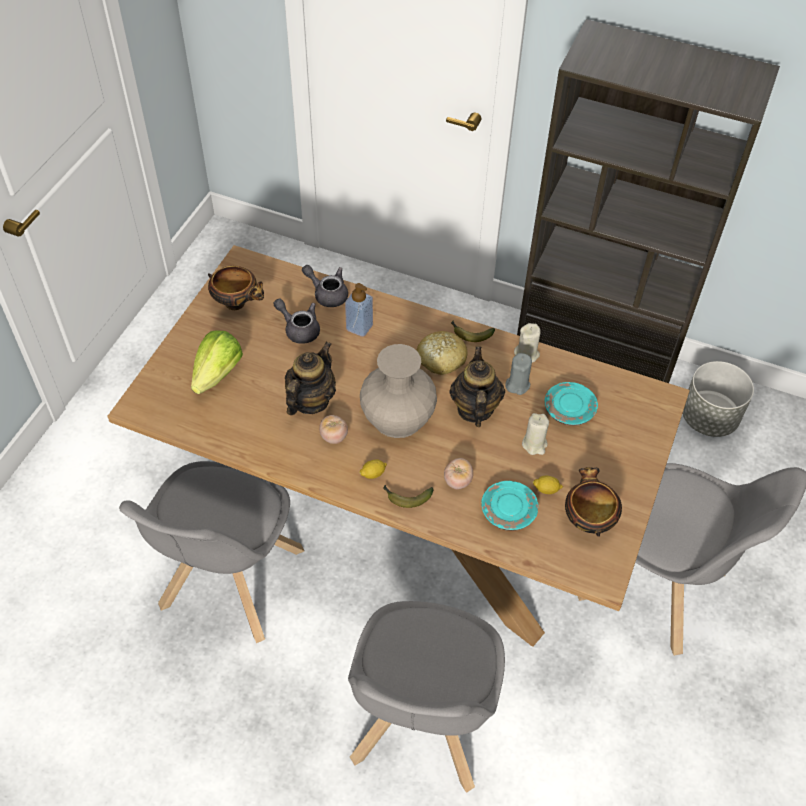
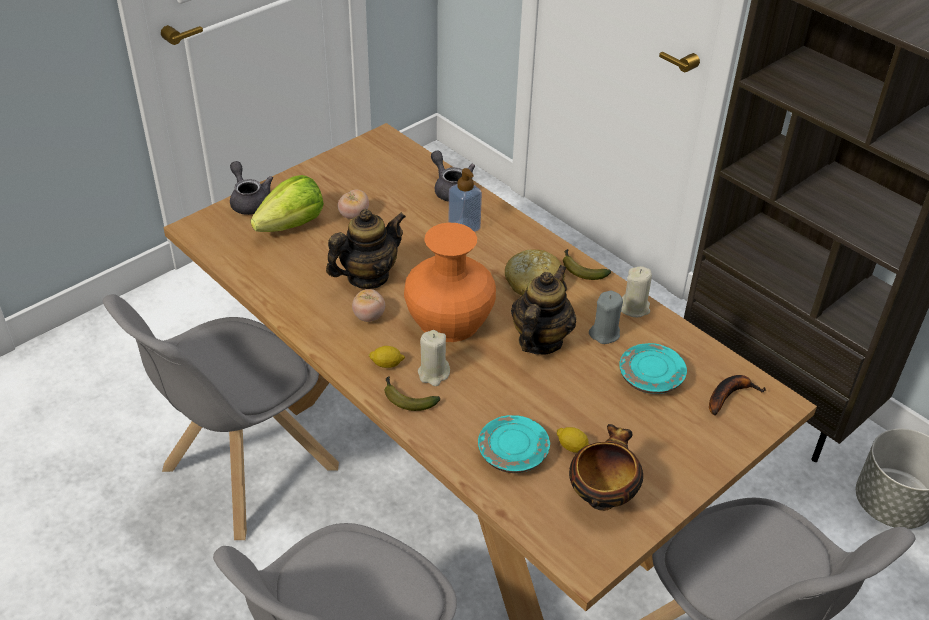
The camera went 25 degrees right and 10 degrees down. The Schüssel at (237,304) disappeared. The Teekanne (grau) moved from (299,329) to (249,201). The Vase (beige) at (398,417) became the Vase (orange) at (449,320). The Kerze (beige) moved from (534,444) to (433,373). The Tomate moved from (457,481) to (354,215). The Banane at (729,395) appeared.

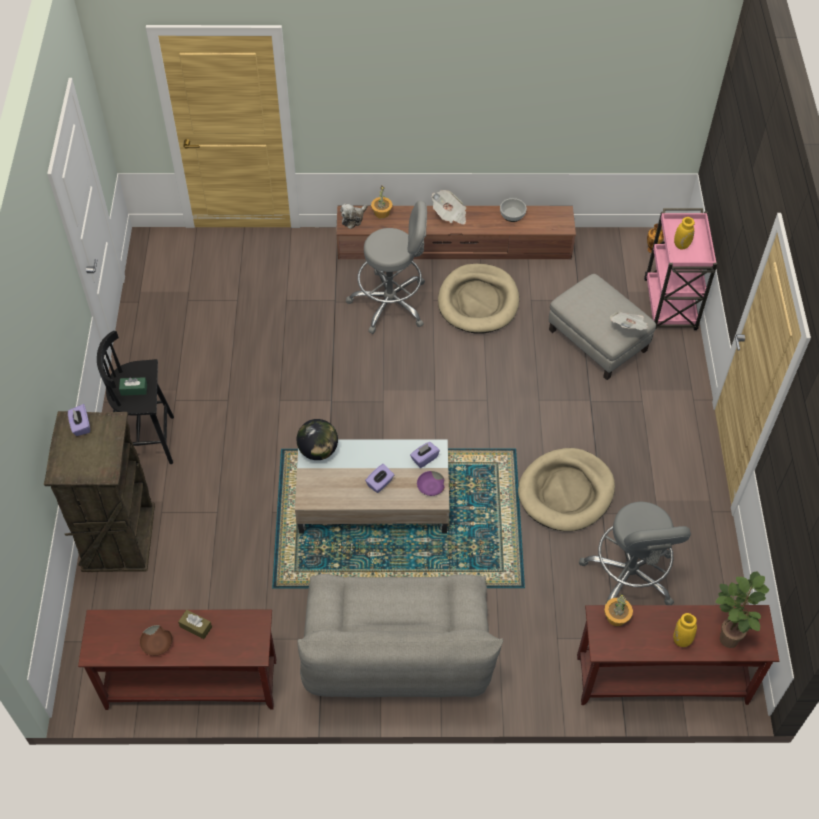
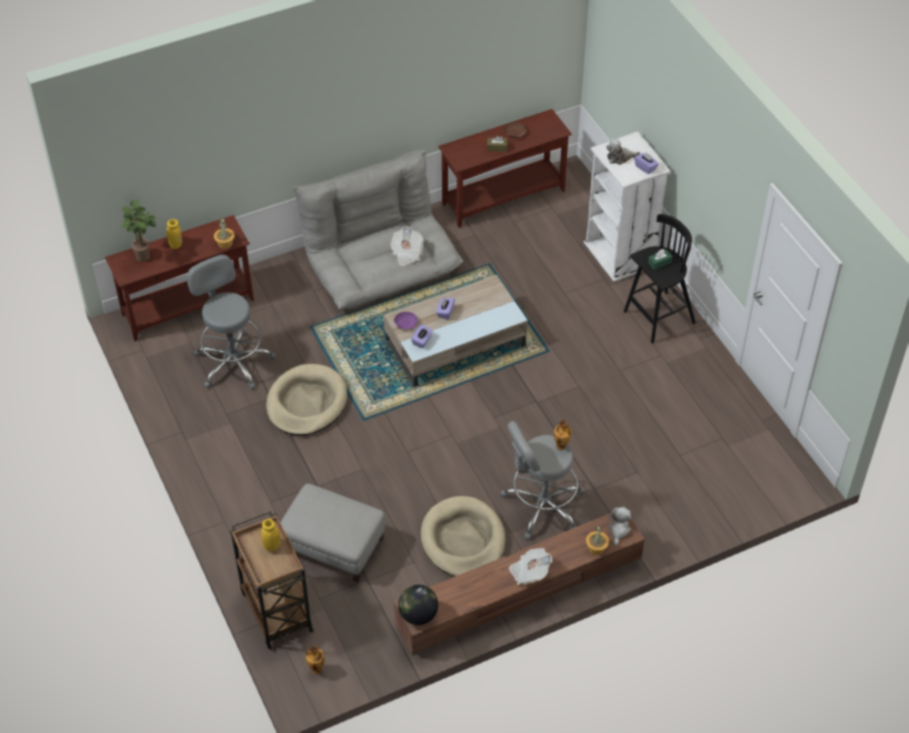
The camera went 155 degrees right and 5 degrees down. The Schüssel at (512,214) disappeared. The Rollwagen (rosa) at (670,306) became the Rollwagen (braun) at (276,609). The Zeitung moved from (628,327) to (406,253). The Bücherregal (braun) at (119,536) became the Bücherregal (weiß) at (620,254). The Globus moved from (318,451) to (418,615). The Plüschtier at (620,157) appeared. The Vase at (561,447) appeared.

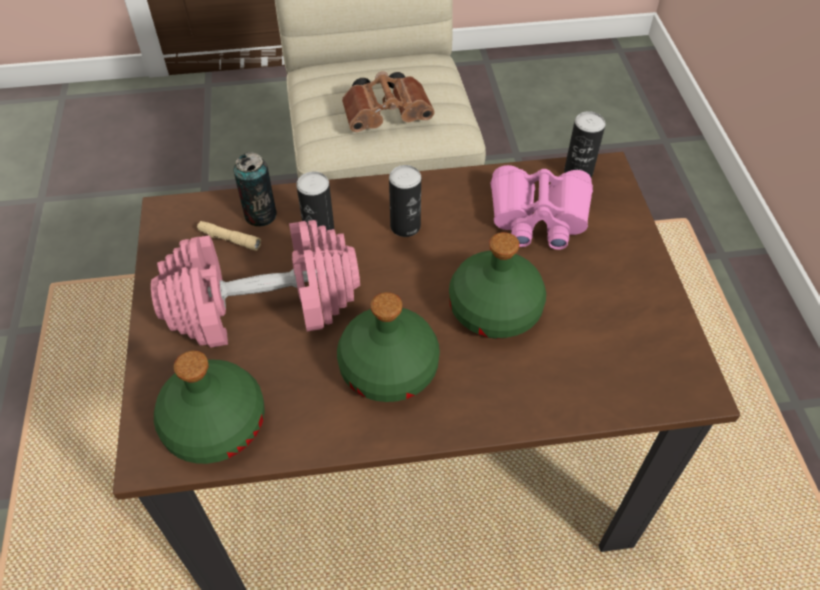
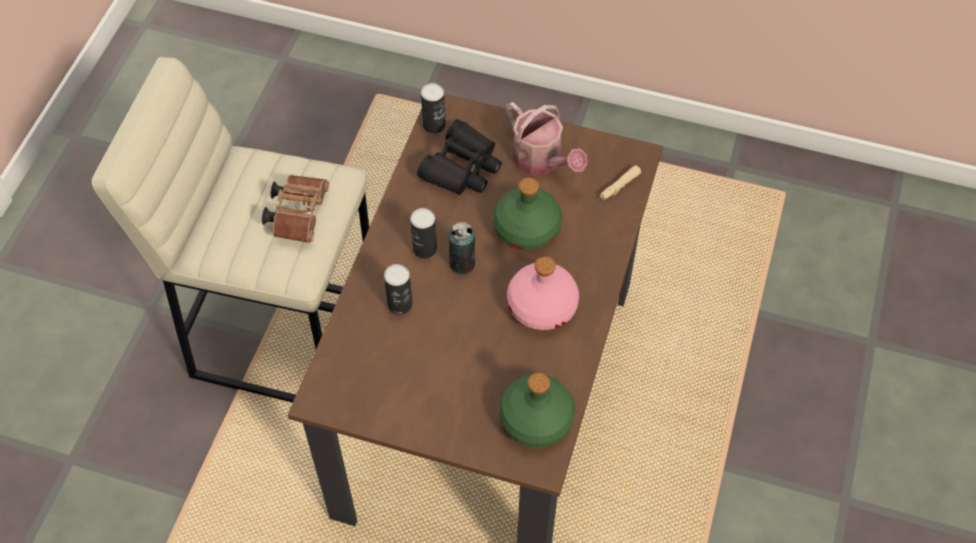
The camera went 65 degrees left and 5 degrees up. The Dose moved from (260,215) to (462,263). The Fernglas (rosa) at (538,216) became the Fernglas (schwarz) at (462,168). The Hantel (rosa) at (263,306) disappeared. The Taschenlampe (beige) moved from (229,239) to (620,186). The Flasche (grün) at (389,368) became the Flasche (rosa) at (543,305). The Gießkanne at (542,161) appeared.

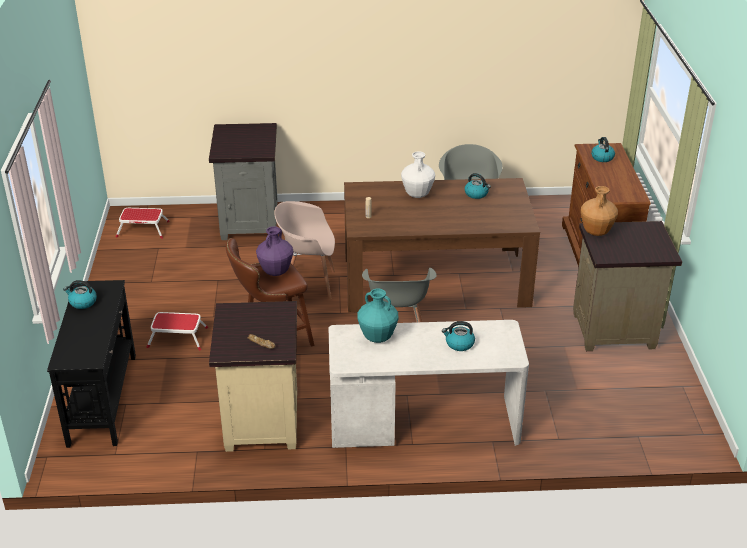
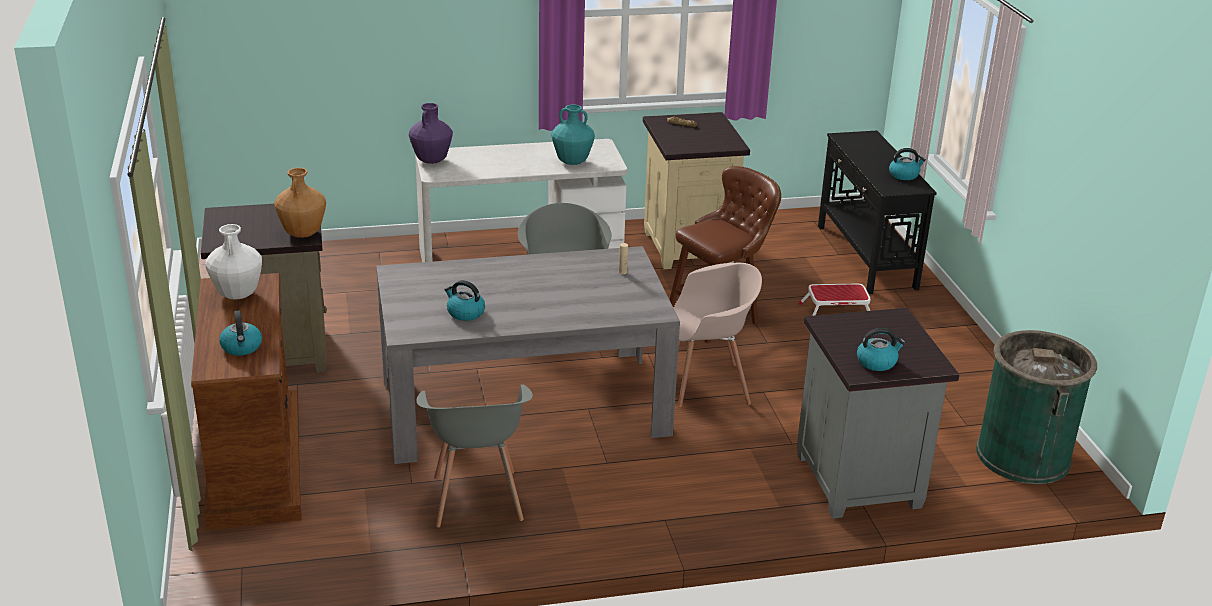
The camera went 170 degrees right and 5 degrees down. The Vase (weiß) moved from (417,194) to (238,295). The Esstisch (braun) at (435,280) became the Esstisch (grau) at (524,405). The Trittleiter (rot) at (142,229) was replaced by the Mülleimer (grün) at (1023,455). The Vase (lila) moved from (276,272) to (431,161). The Wasserkessel moved from (459,344) to (877,362).

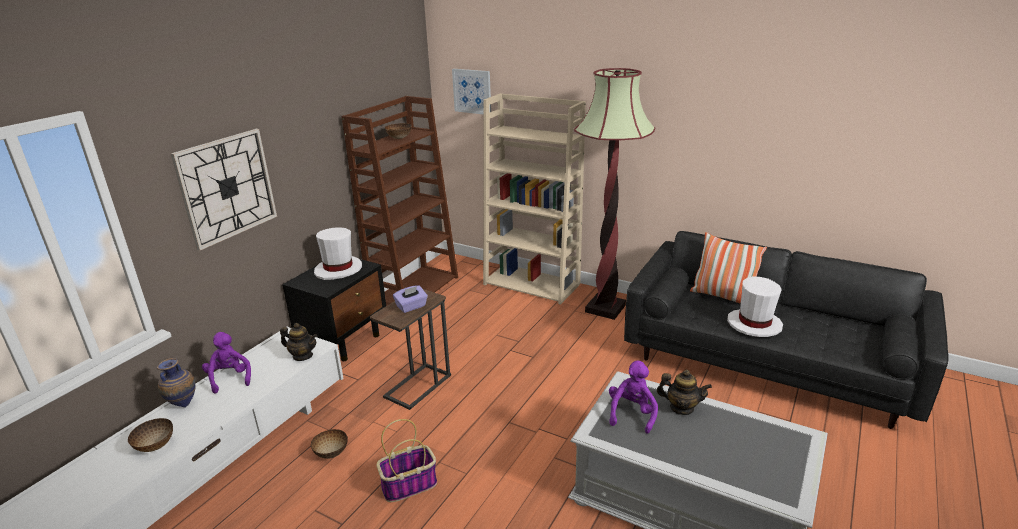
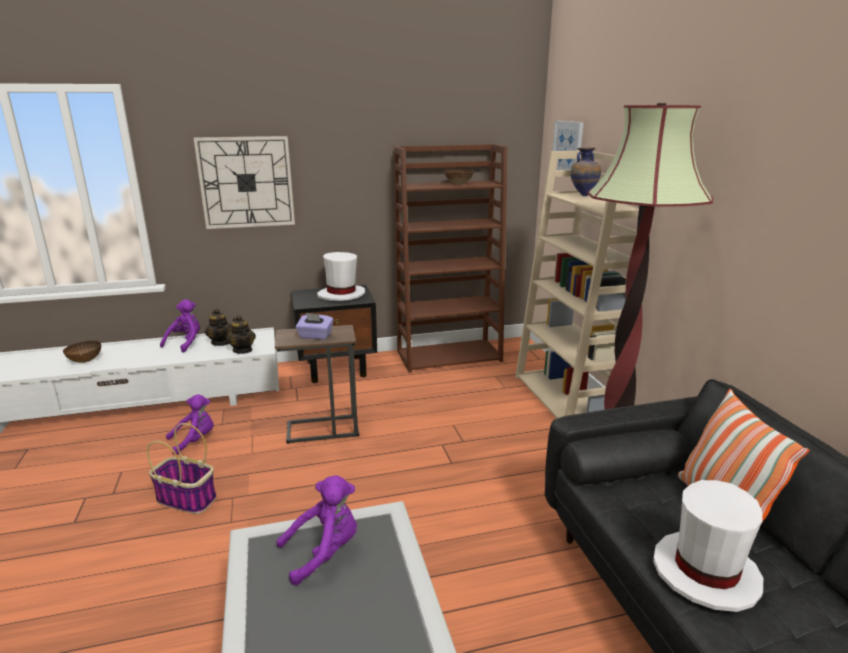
The camera went 45 degrees right and 5 degrees down. The Vase moved from (183,405) to (583,195). The Teekanne moved from (681,408) to (221,342). The Schüssel at (332,453) was replaced by the Plüschtier (lila) at (195,441).

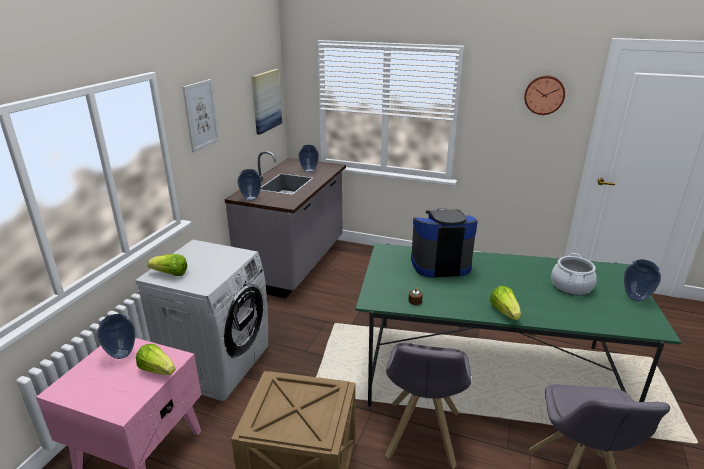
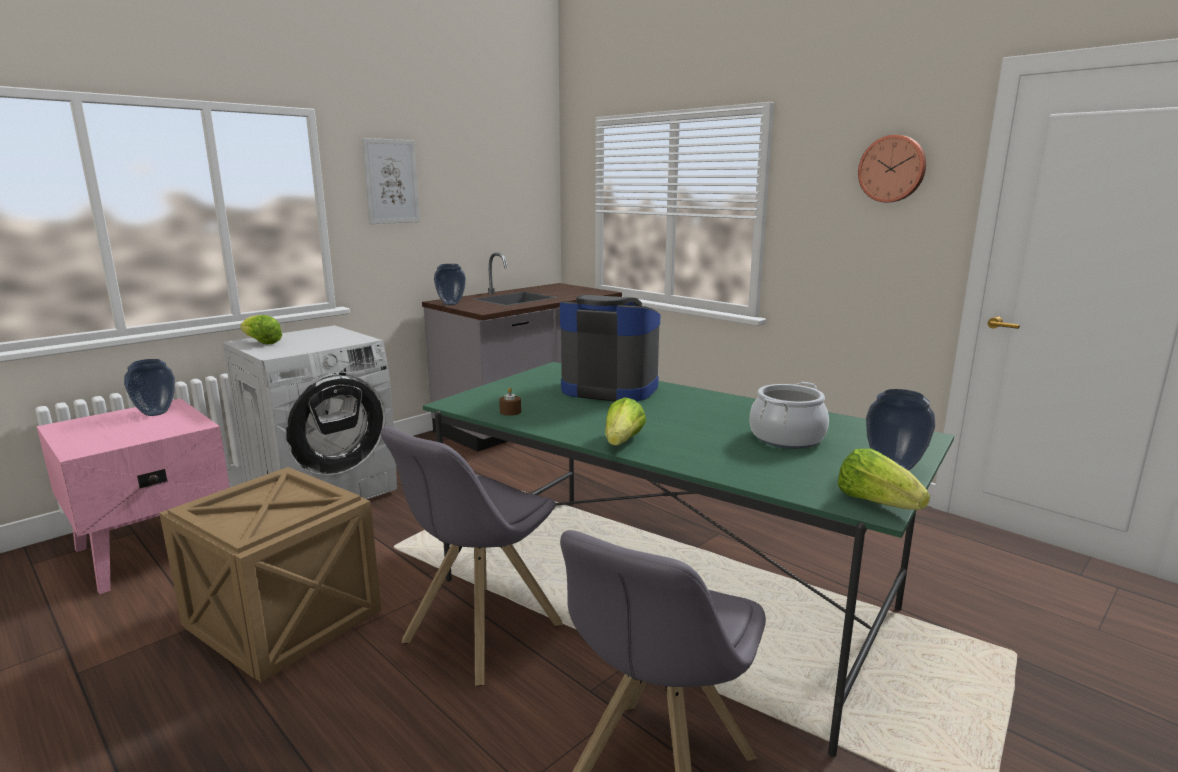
The camera went 25 degrees right and 10 degrees down. The Bild at (266,101) disappeared. The Vase at (309,170) disappeared. The Salatkopf moved from (157,370) to (876,503).

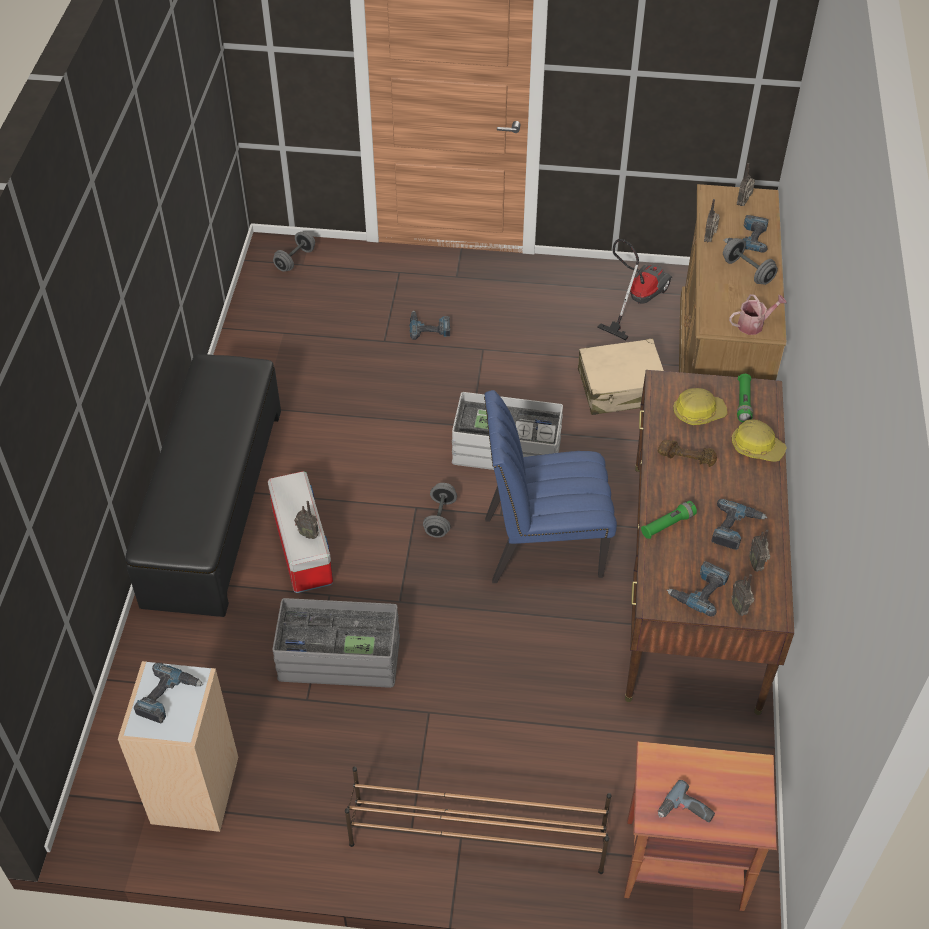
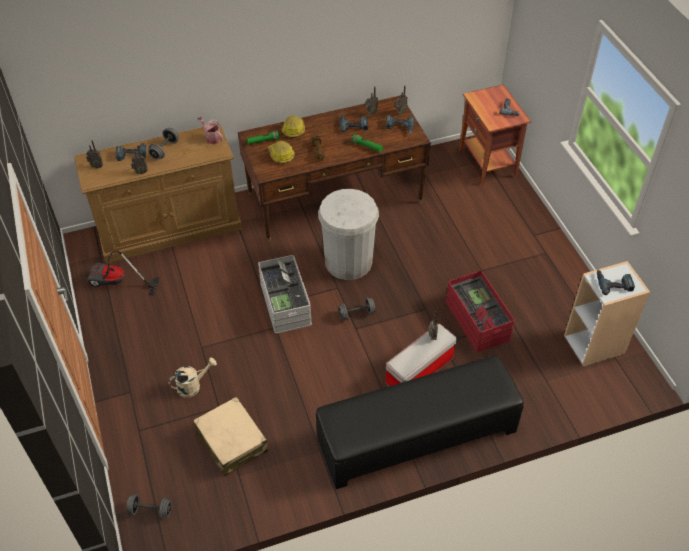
The camera went 115 degrees left and 0 degrees up. The Bohrmaschine at (429,327) was replaced by the Gießkanne (beige) at (193,386). The Koffer (beige) moved from (621,388) to (231,441). The Stuhl (blau) at (543,546) was replaced by the Mülleimer (weiß) at (348,262). The Aufbewahrungsbox (grau) at (338,657) became the Aufbewahrungsbox (rot) at (478,320). The Schuhregal (braun) at (476,836) disappeared.

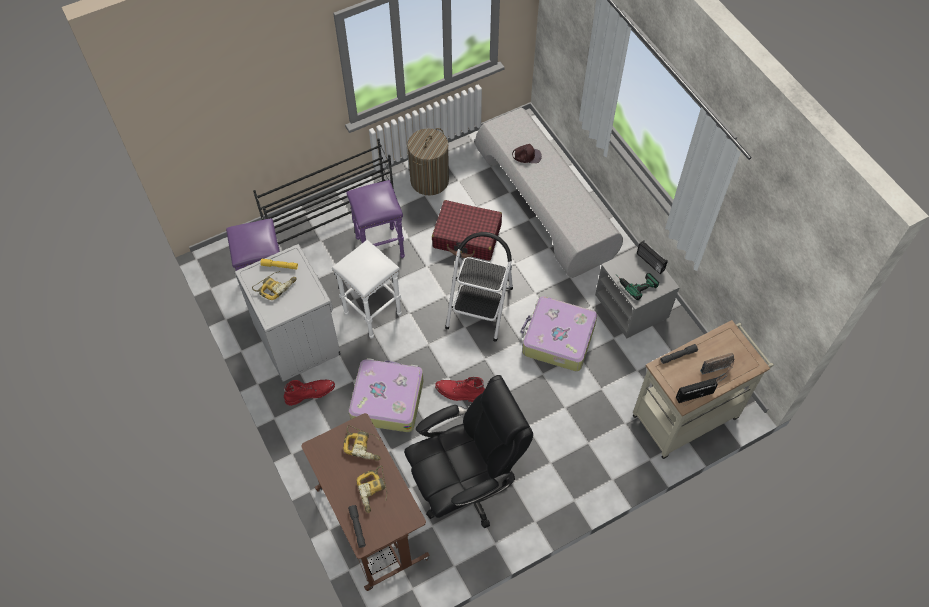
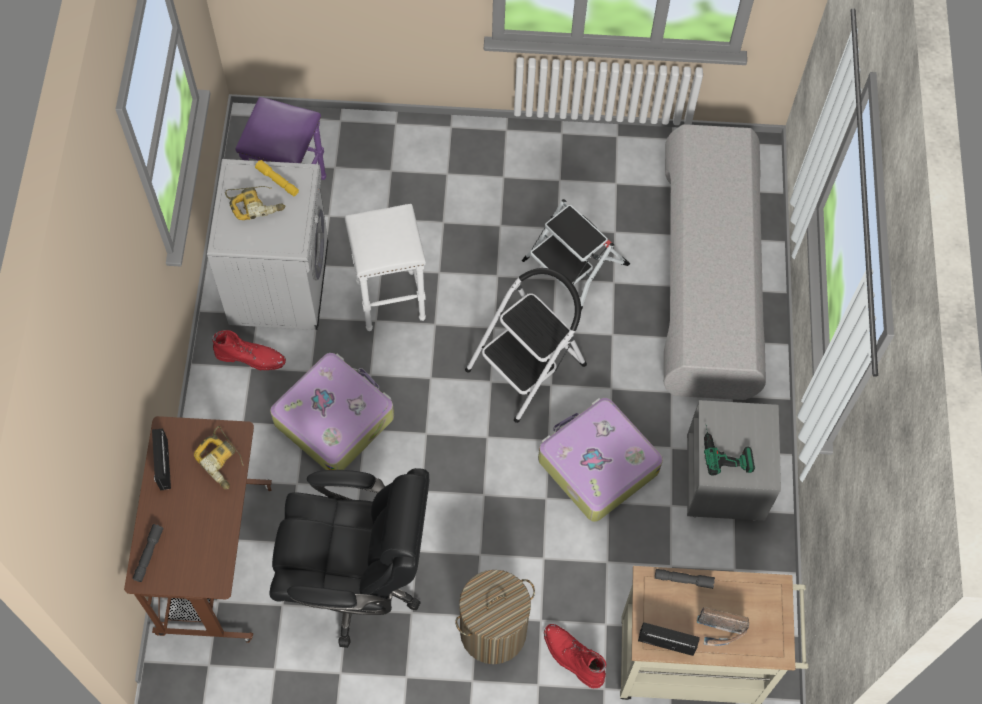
The camera went 30 degrees right and 5 degrees up. The Wäschekorb moved from (429,180) to (493,631). The Schuhregal (schwarz) at (332,219) disappeared. The Kappe (braun) at (526,156) disappeared. The Hocker (lila) at (380,246) disappeared. The Koffer (rot) at (467,236) was replaced by the Trittleiter at (575,265). The Radio moved from (650,262) to (163,465). The Stiefel (rot) moved from (460,393) to (572,657). The Bohrmaschine at (374,491) disappeared.

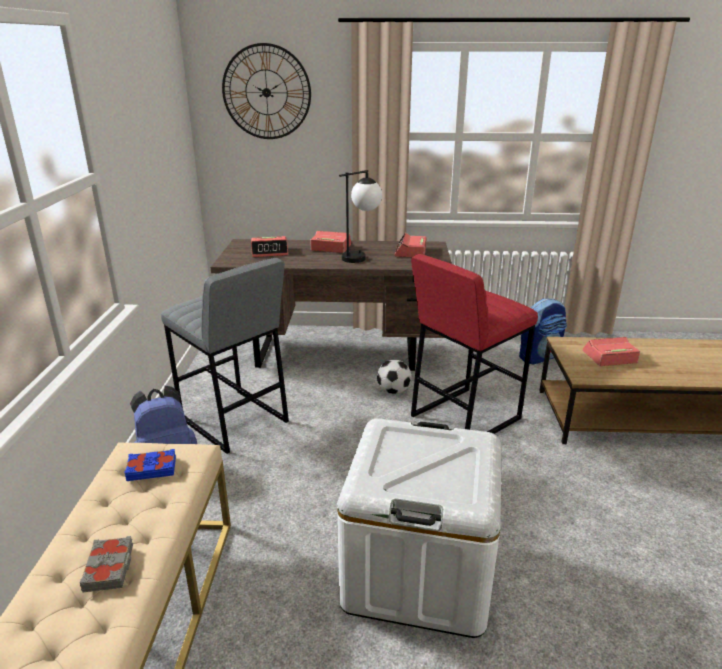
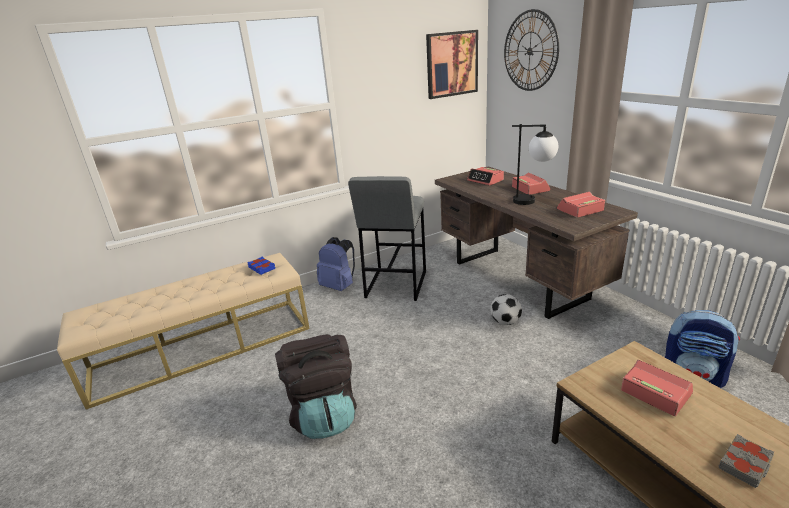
The camera went 60 degrees right and 0 degrees up. The Hocker (rot) at (463,418) disappeared. The Aufbewahrungsbox (weiß) at (419,570) was replaced by the Rucksack (schwarz) at (324,414). The Buch (grau) moved from (109,568) to (745,464). The Bild at (451,64) appeared.

